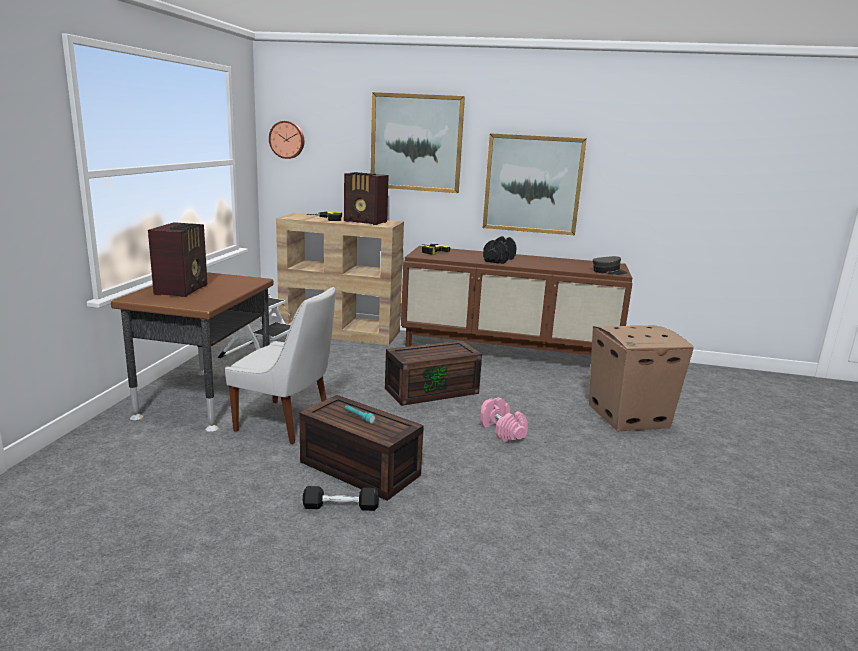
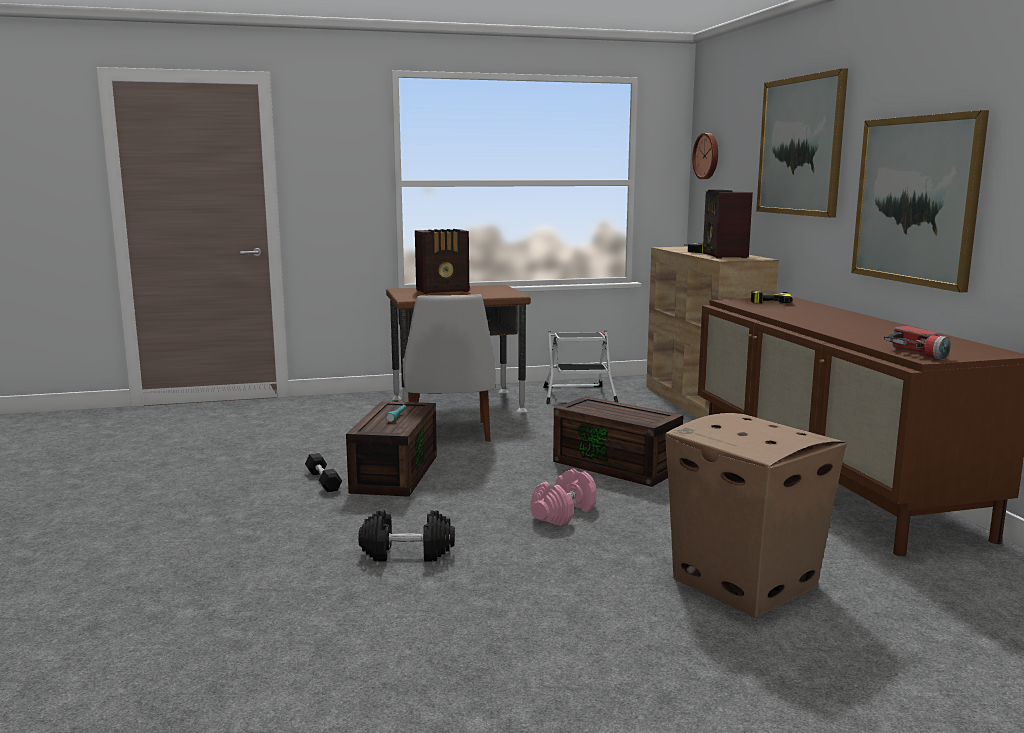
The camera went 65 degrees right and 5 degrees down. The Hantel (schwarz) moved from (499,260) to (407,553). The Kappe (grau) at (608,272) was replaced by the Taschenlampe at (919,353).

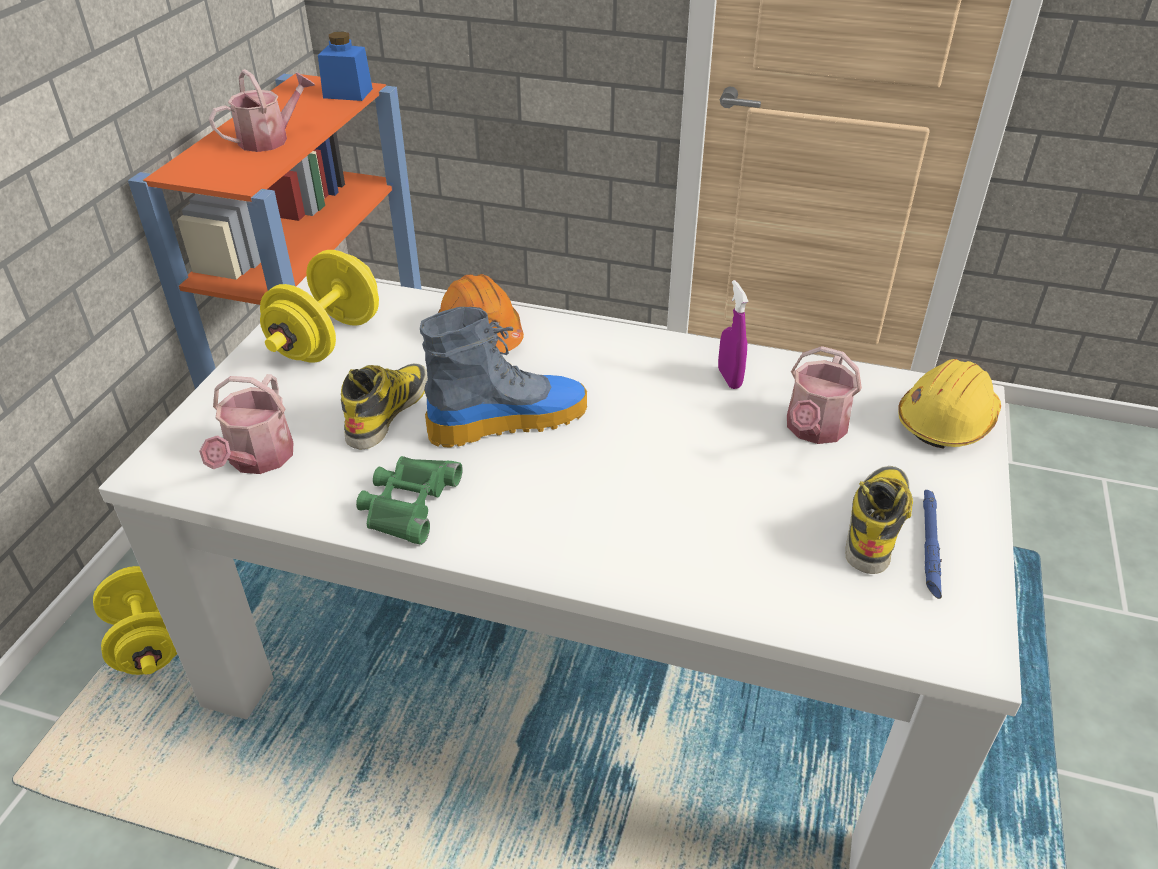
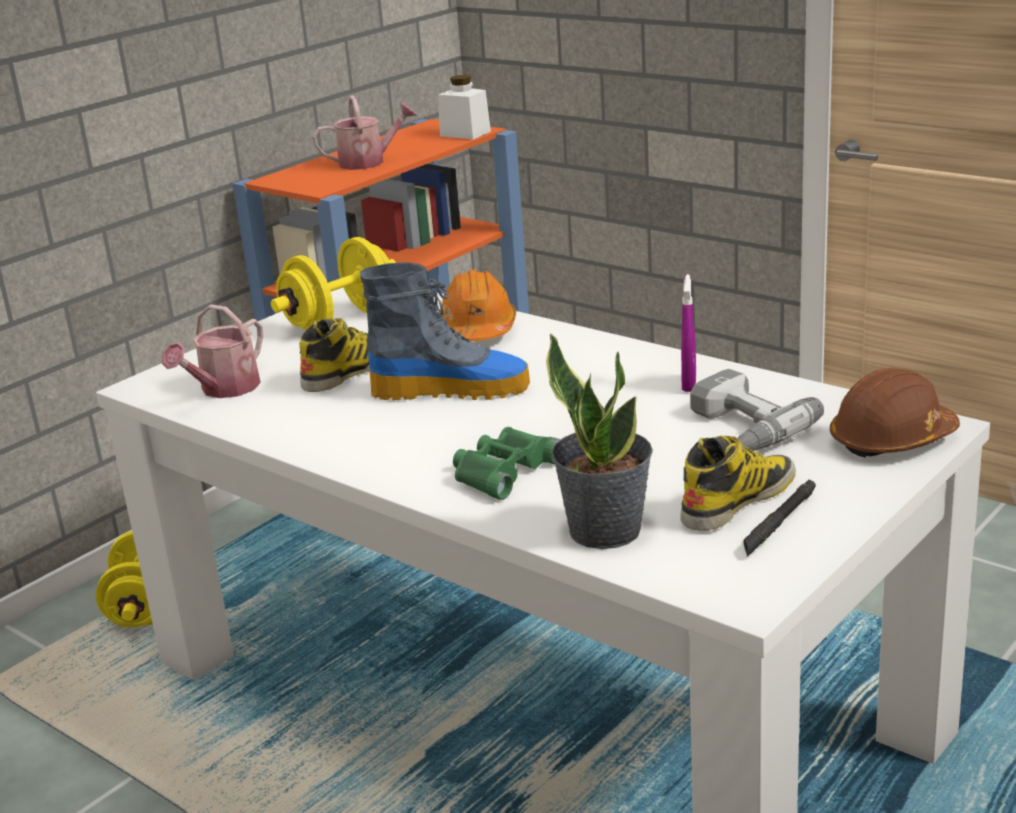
The camera went 25 degrees right and 15 degrees down. The Vorratsglas (blau) at (348,93) became the Vorratsglas (weiß) at (465,133). The Gießkanne at (813,430) was replaced by the Bohrmaschine at (740,429). The Schutzhelm (gelb) at (946,421) became the Schutzhelm (braun) at (892,439). The Fernglas (grün) moved from (408,504) to (503,471). The Taschenlampe (blau) at (930,546) became the Taschenlampe (schwarz) at (779,523). The Topfpflanze at (605,529) appeared.

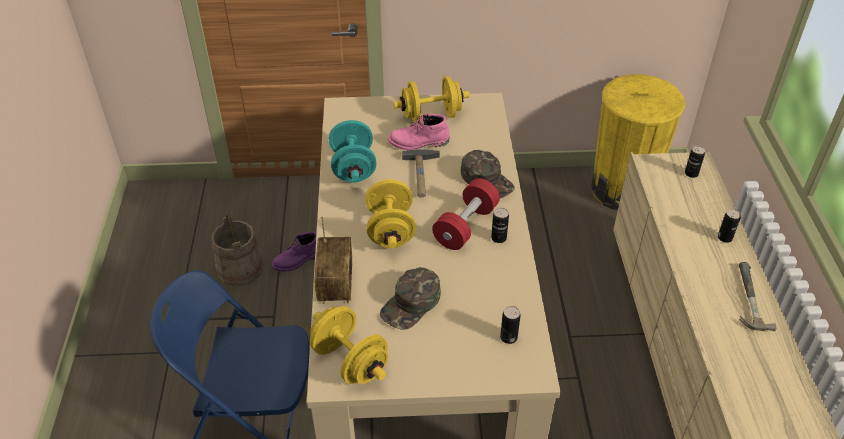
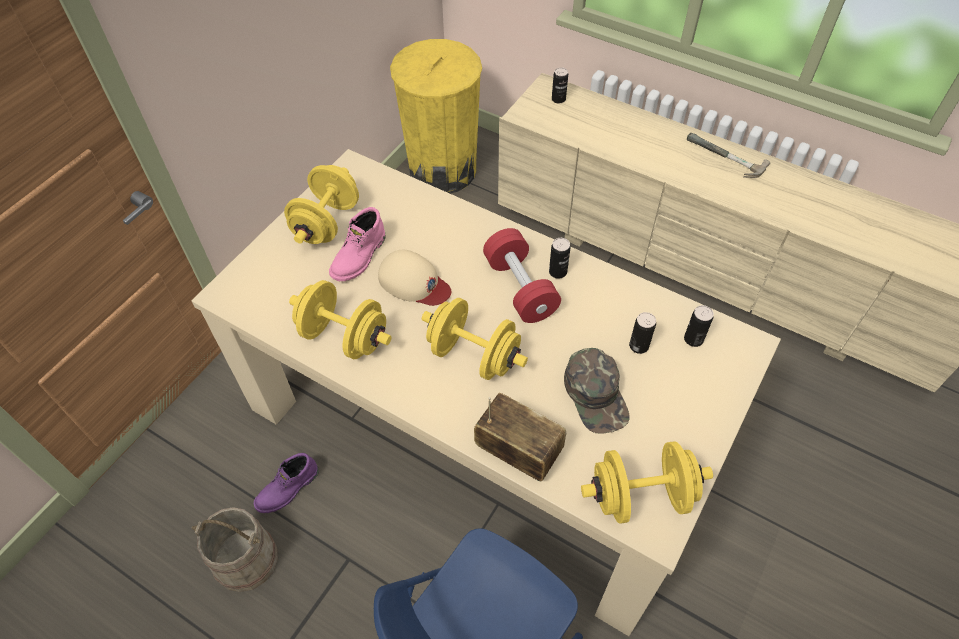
The camera went 55 degrees left and 10 degrees up. The Hantel (türkis) at (353,167) became the Hantel (gelb) at (344,336). The Hammer at (422,175) was replaced by the Kappe (beige) at (414,282). The Kappe (grün) at (487,180) disappeared. The Dose moved from (724,238) to (638,346). The Stiefel (lila) at (298,260) turned 45 degrees clockwise.

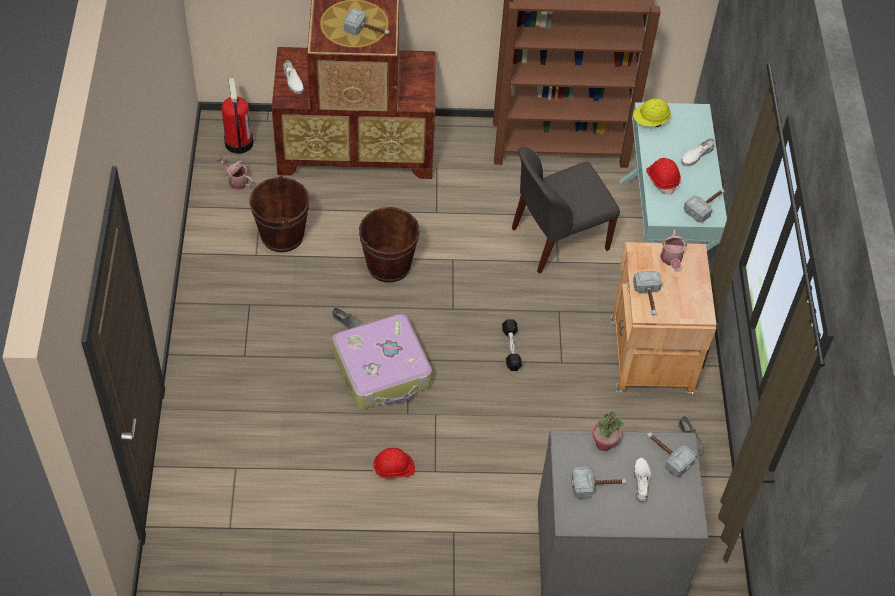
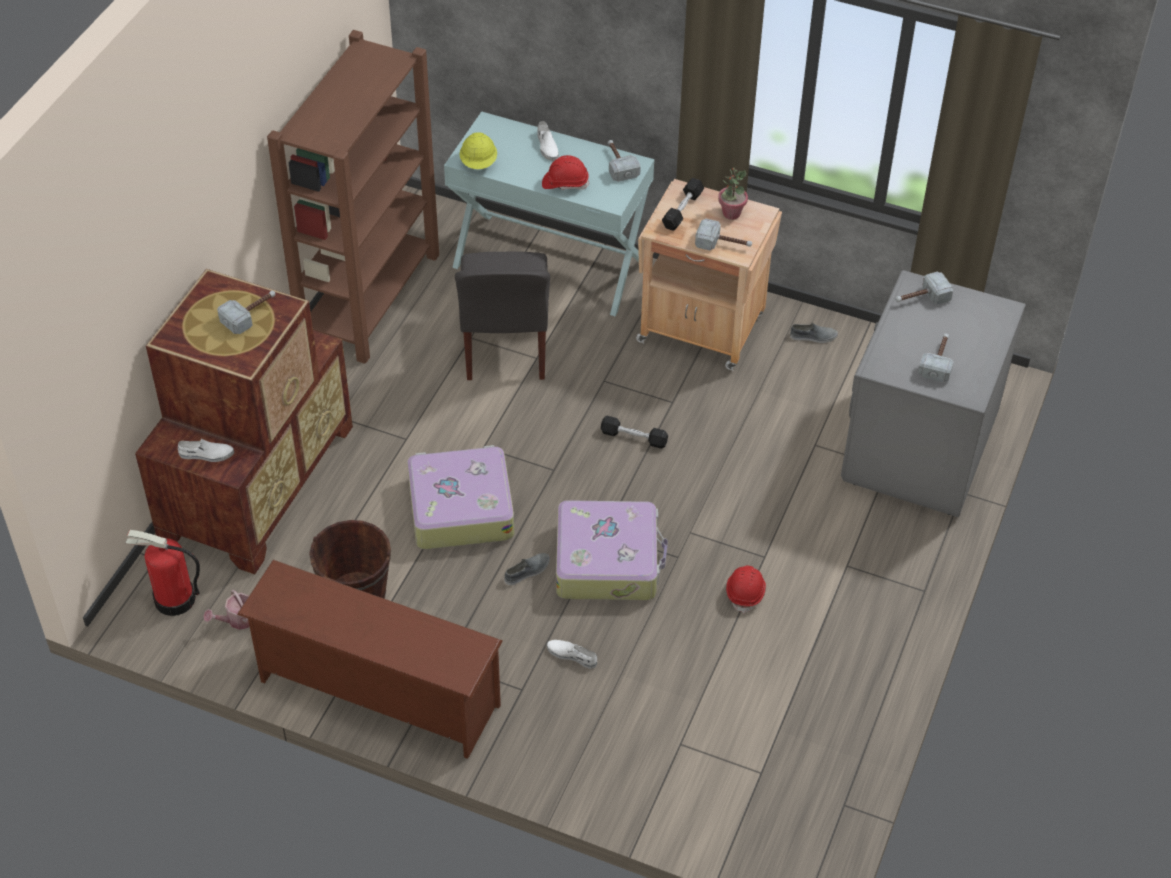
The camera went 65 degrees left and 5 degrees down. The Eimer (braun) at (388,265) was replaced by the Koffer at (460,508). The Gießkanne at (671,260) was replaced by the Hantel (schwarz) at (682,210). The Topfpflanze moved from (604,443) to (731,213). The Schuh (weiß) moved from (641,482) to (572,655). The Schuhregal (braun) at (376,694) appeared.

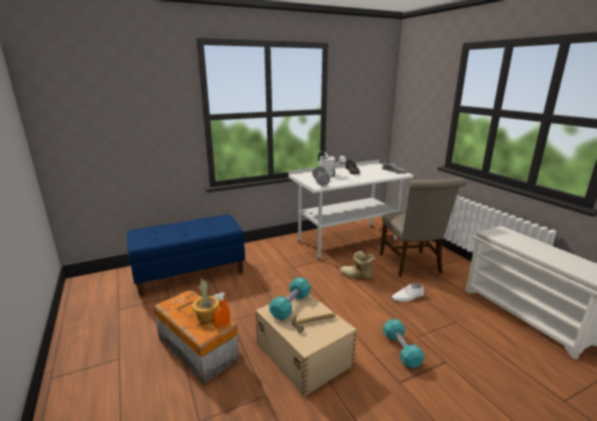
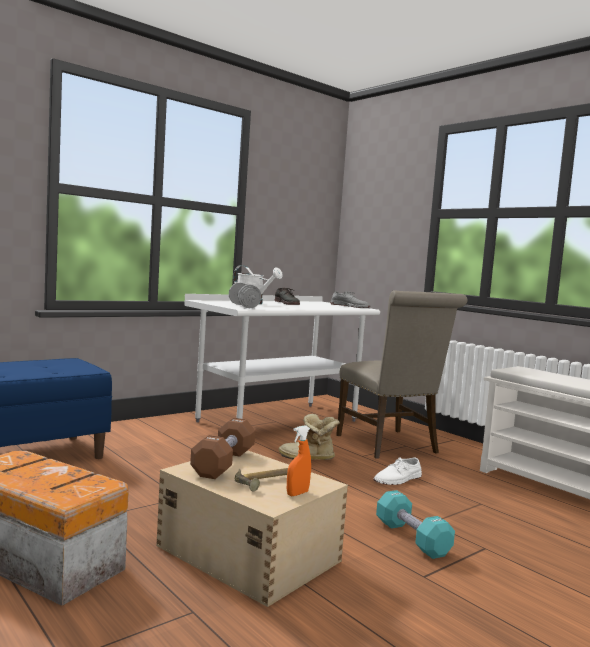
The camera went 15 degrees left and 15 degrees down. The Hantel (türkis) at (290,305) became the Hantel (braun) at (223,463). The Topfpflanze at (207,315) disappeared. The Sprühflasche (orange) moved from (222,325) to (297,493).

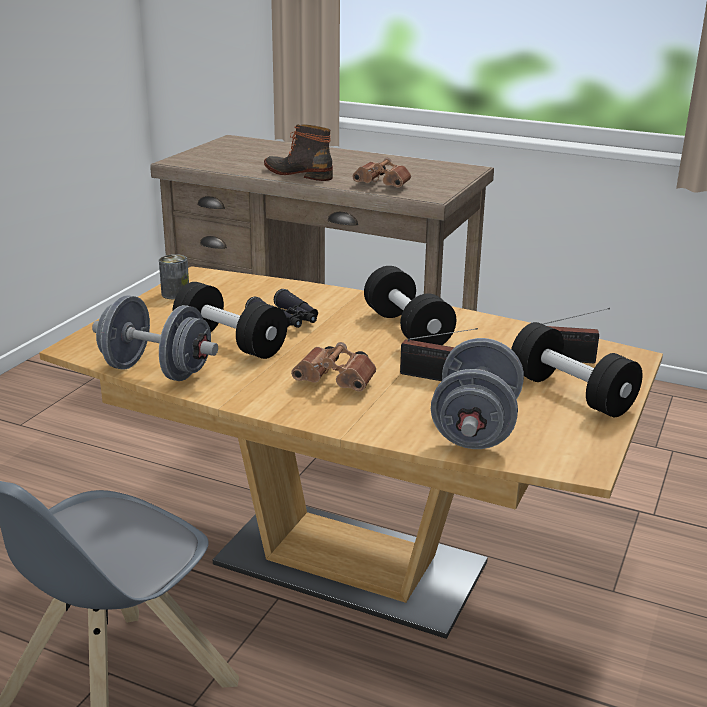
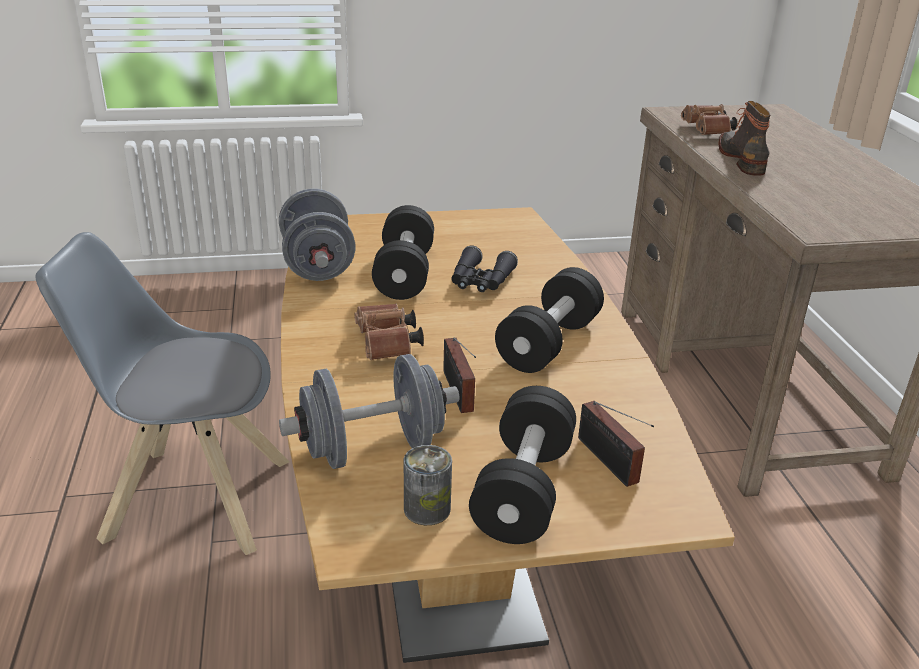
The camera went 55 degrees right and 5 degrees up. The Fernglas (braun) moved from (384,185) to (707,132). The Dose moved from (175,294) to (427,509).

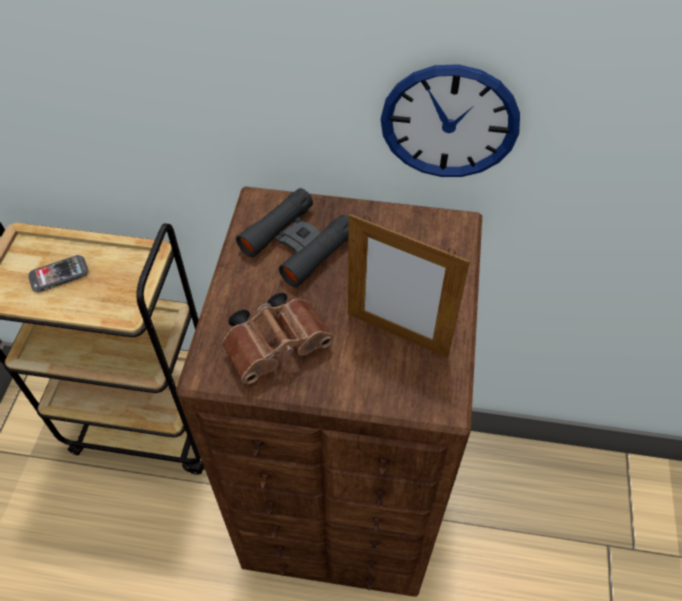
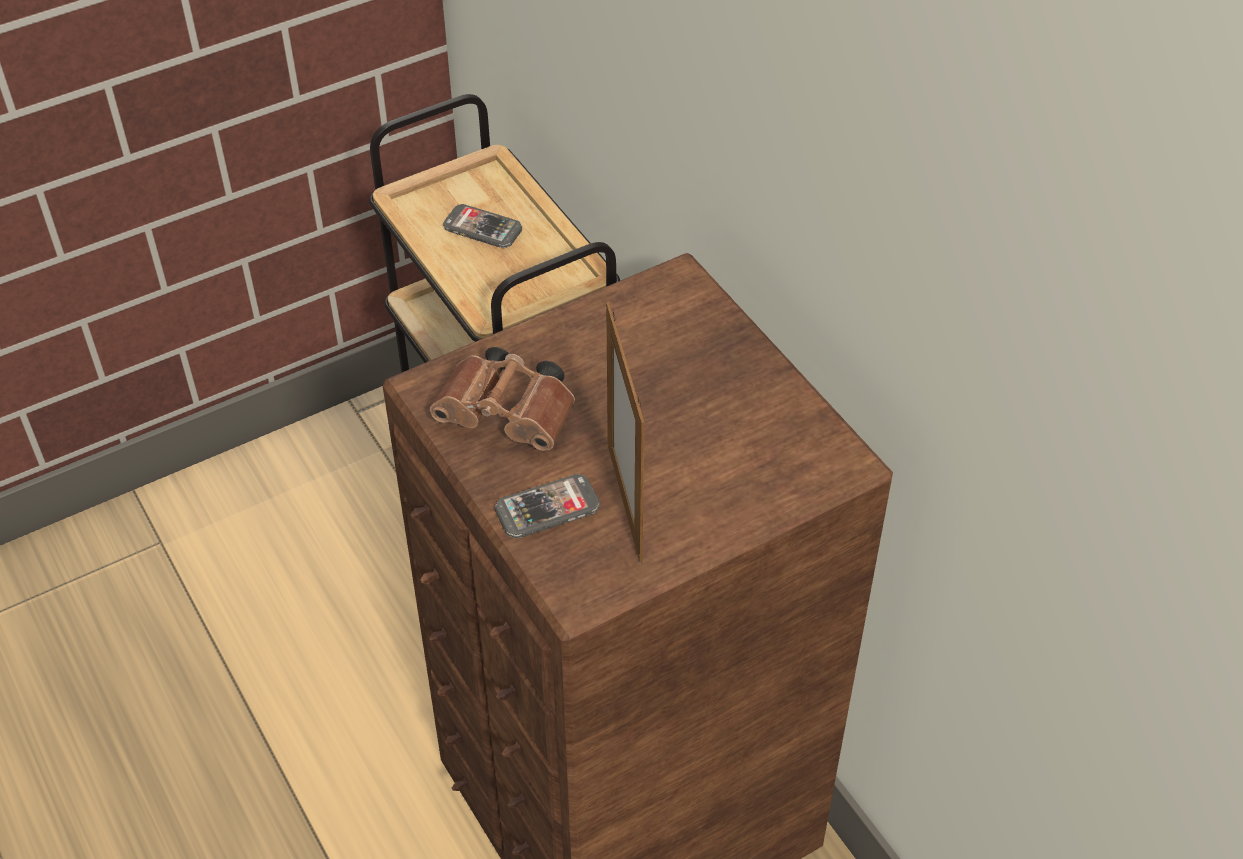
The camera went 50 degrees right and 5 degrees down. The Wanduhr at (449,123) disappeared. The Fernglas (schwarz) at (297,243) disappeared. The Handy at (547,508) appeared.

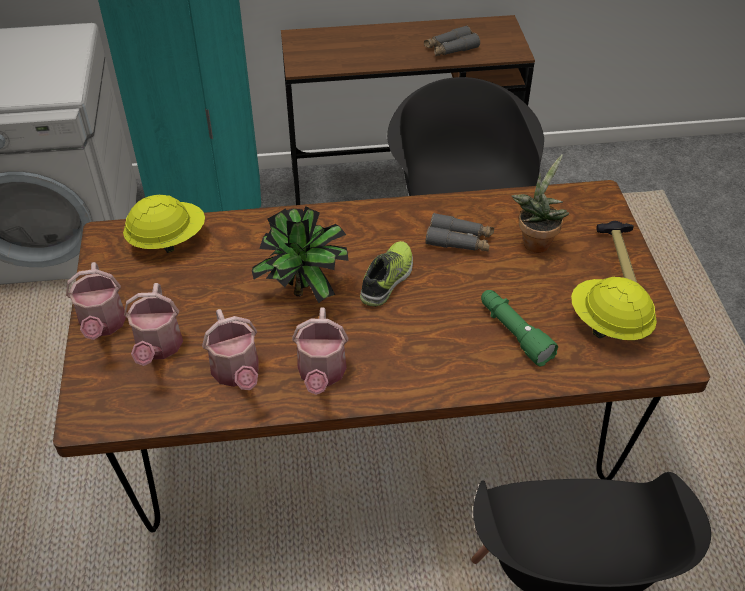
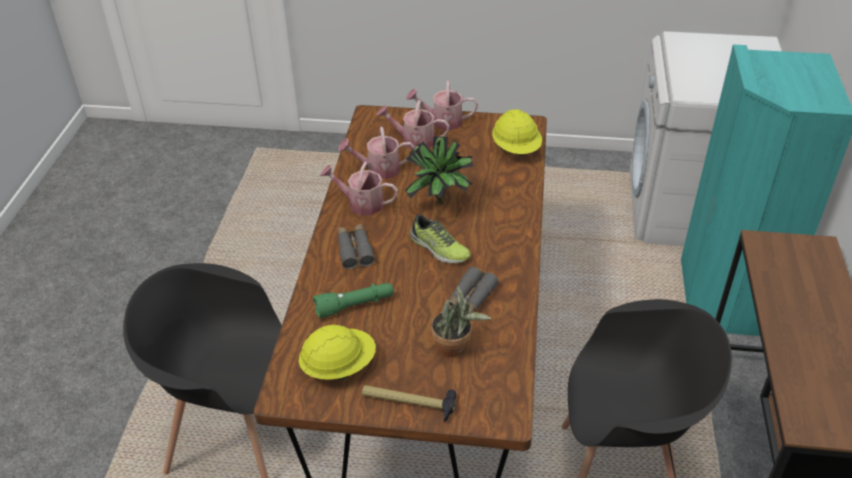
The camera went 105 degrees right and 5 degrees down. The Fernglas (grau) moved from (450,48) to (354,250).

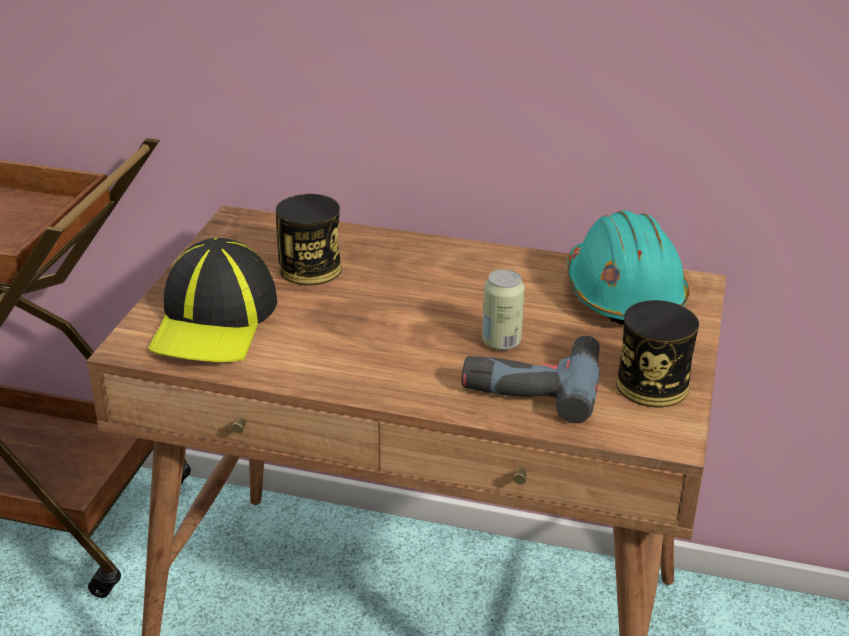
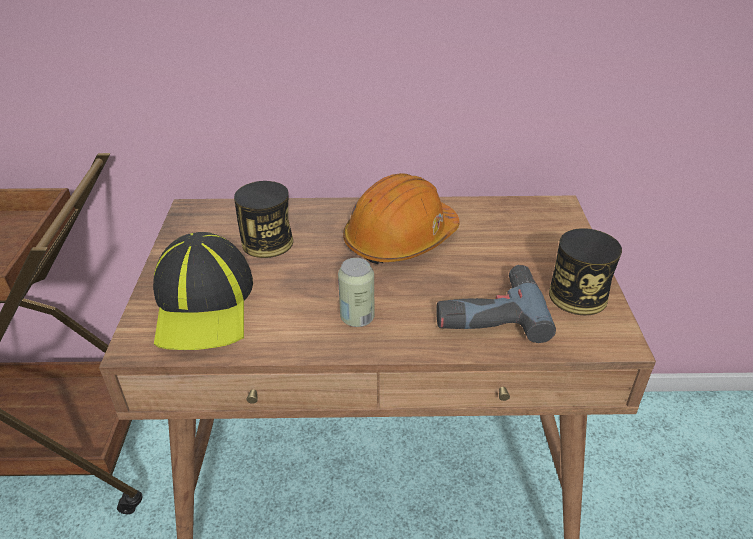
The camera went 15 degrees left and 5 degrees up. The Schutzhelm (türkis) at (623,294) disappeared. The Dose moved from (501,342) to (357,318). The Schutzhelm (orange) at (400,240) appeared.

